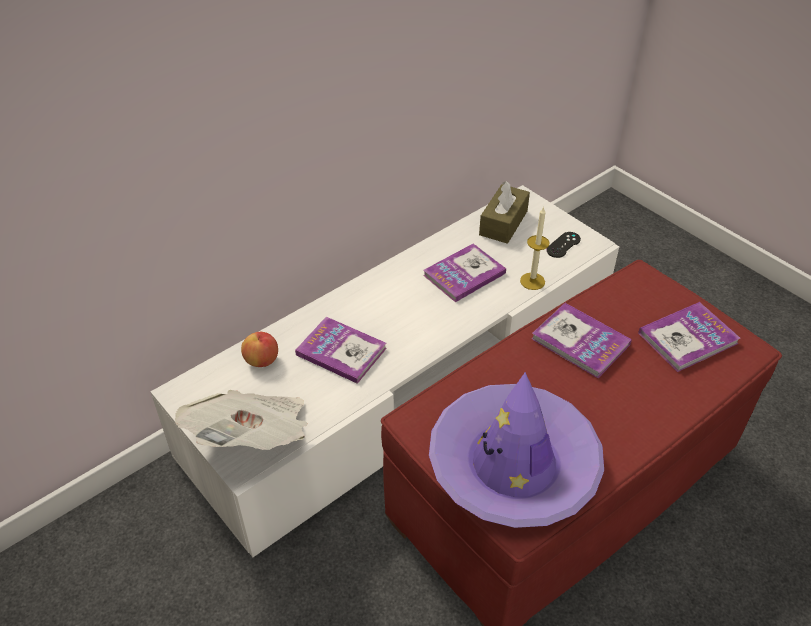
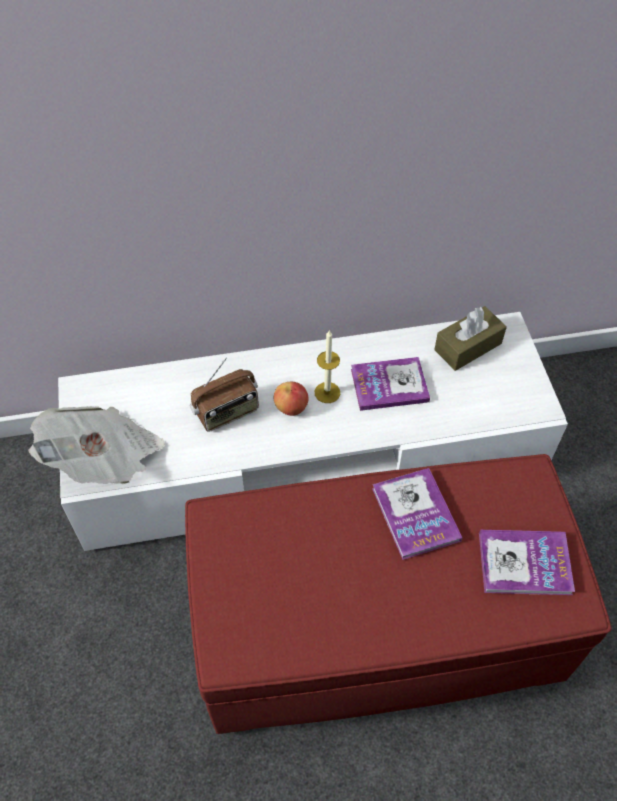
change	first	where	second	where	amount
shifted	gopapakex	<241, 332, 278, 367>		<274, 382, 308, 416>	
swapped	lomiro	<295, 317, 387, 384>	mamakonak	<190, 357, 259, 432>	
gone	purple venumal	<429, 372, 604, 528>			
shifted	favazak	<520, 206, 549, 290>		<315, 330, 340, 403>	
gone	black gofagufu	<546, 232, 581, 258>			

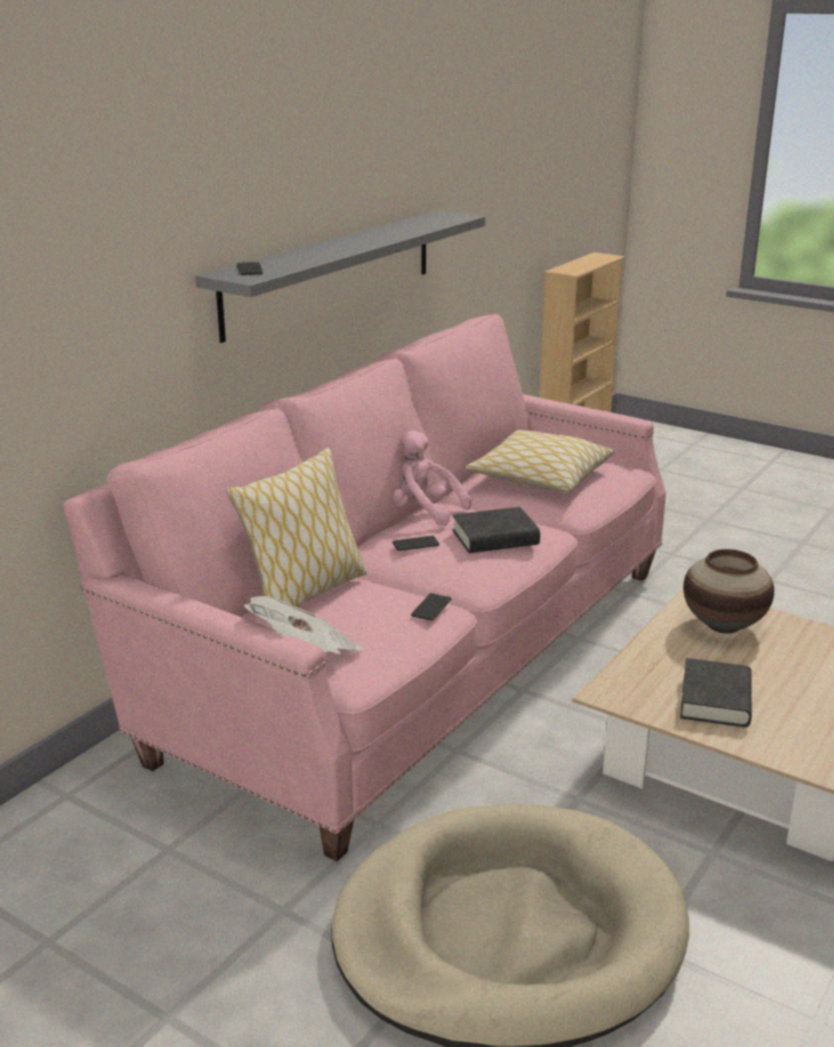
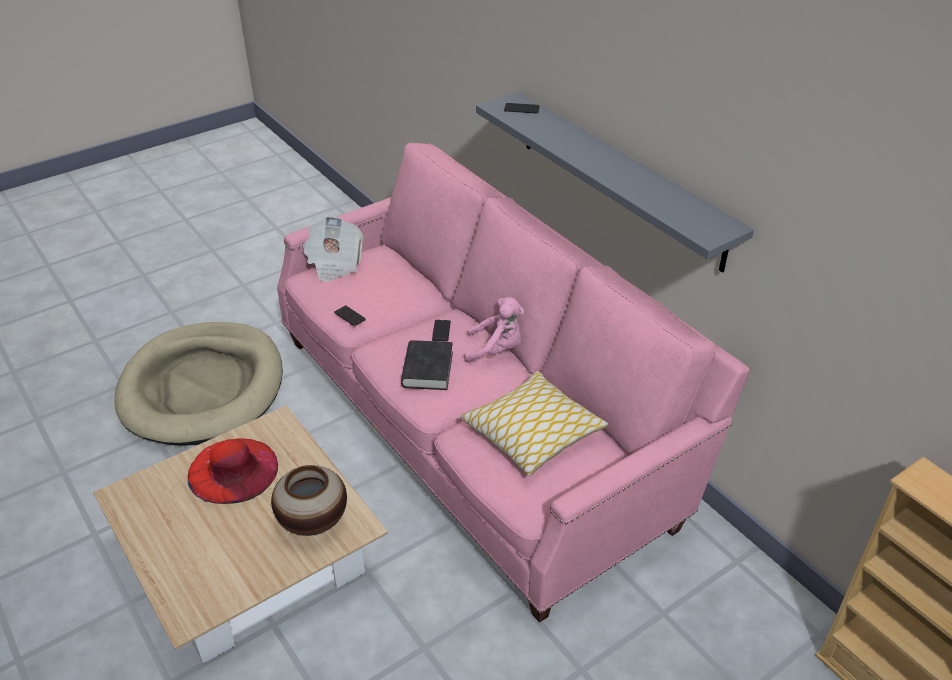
change	first	where	second	where	amount
gone	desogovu	<226, 447, 367, 608>			
rotated	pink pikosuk	<393, 431, 472, 526>		<464, 297, 524, 363>	45 degrees clockwise
swapped	black lomiro	<680, 658, 752, 727>	red venumal	<188, 438, 278, 504>	

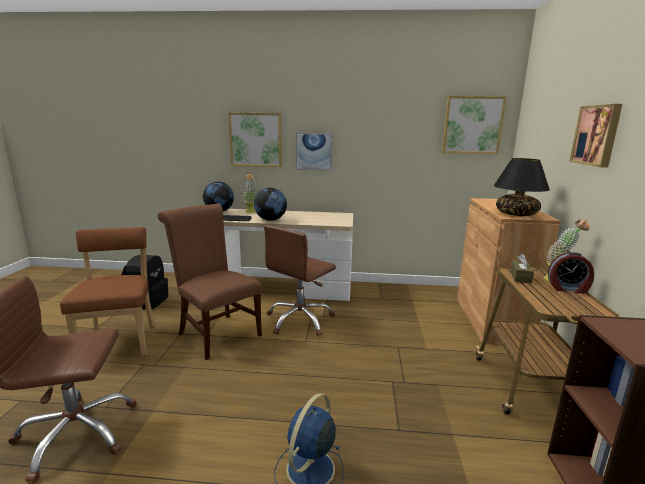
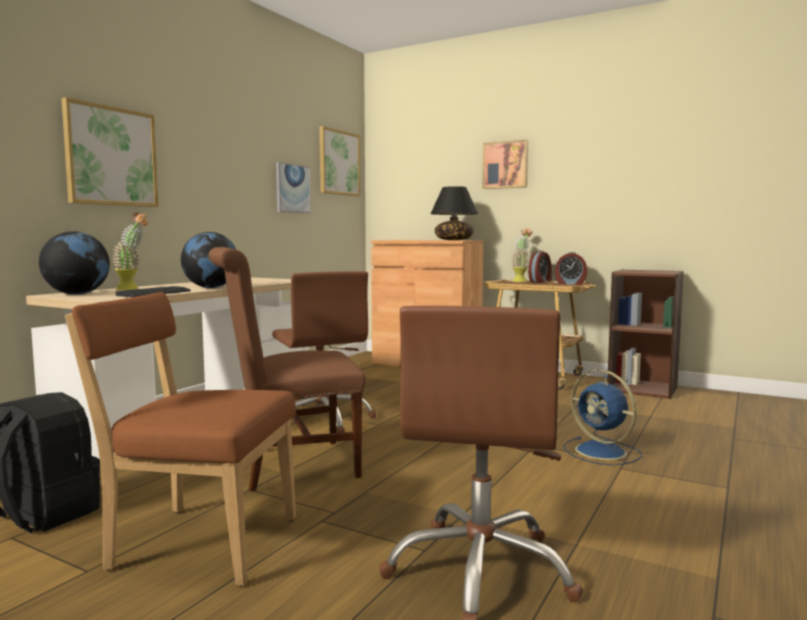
change	first	where	second	where	amount
shifted	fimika	<296, 133, 332, 170>		<276, 162, 310, 213>	
gone	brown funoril	<510, 254, 534, 284>			
new			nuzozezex	<555, 252, 587, 285>	

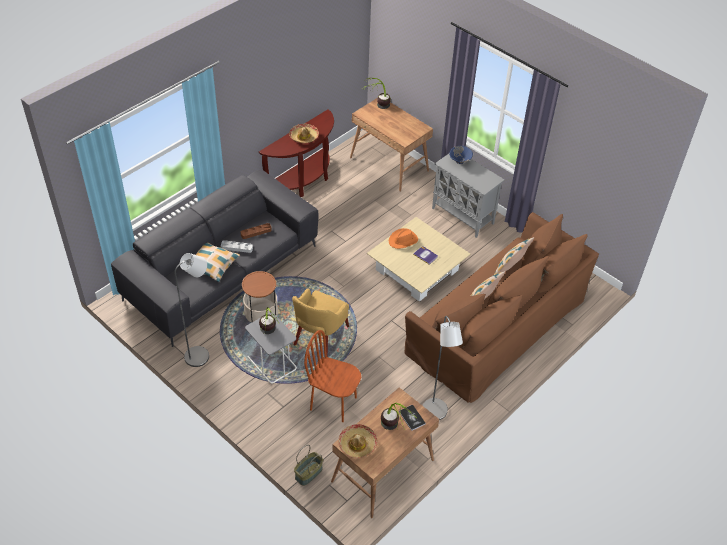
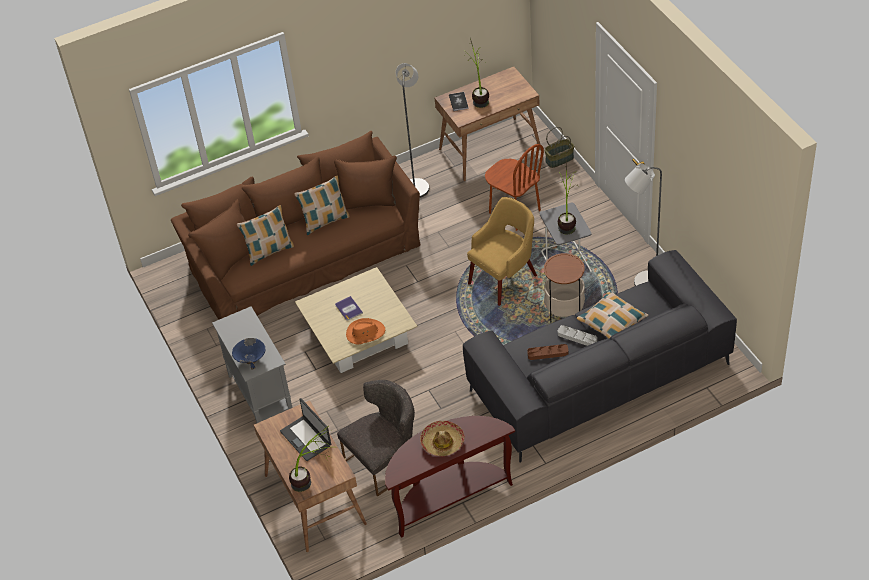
change	first	where	second	where	amount
gone	venumal	<338, 424, 378, 458>			
new			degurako	<280, 398, 331, 461>	
new			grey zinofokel	<337, 380, 415, 496>	

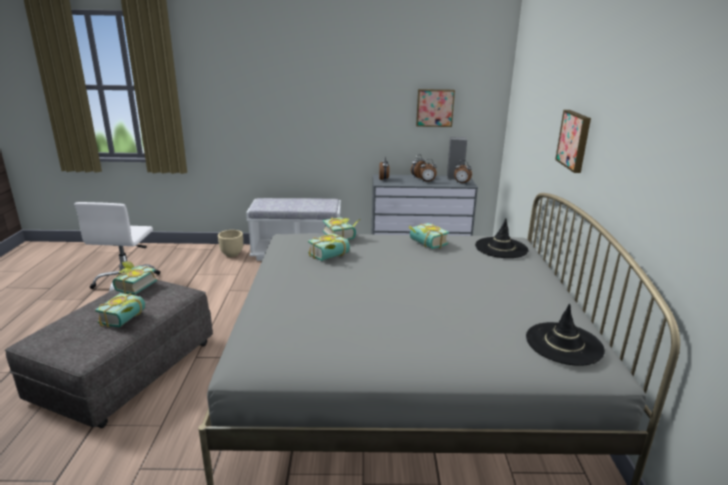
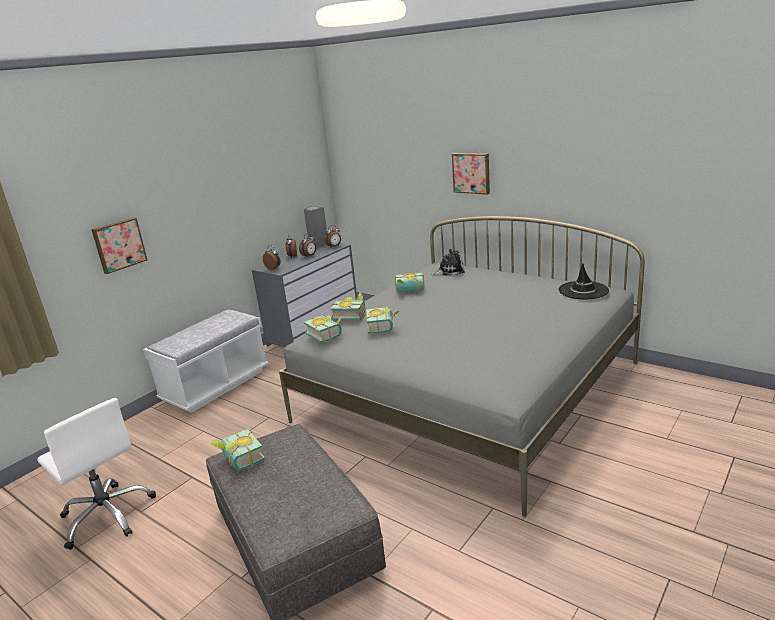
change	first	where	second	where	amount
shifted	lomiro	<95, 293, 145, 327>		<304, 314, 343, 343>	
gone	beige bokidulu	<218, 230, 243, 257>			
shifted	fimika	<416, 89, 455, 127>		<91, 217, 148, 274>	
swapped	black venumal	<475, 219, 528, 258>	pikosuk	<431, 249, 465, 276>	

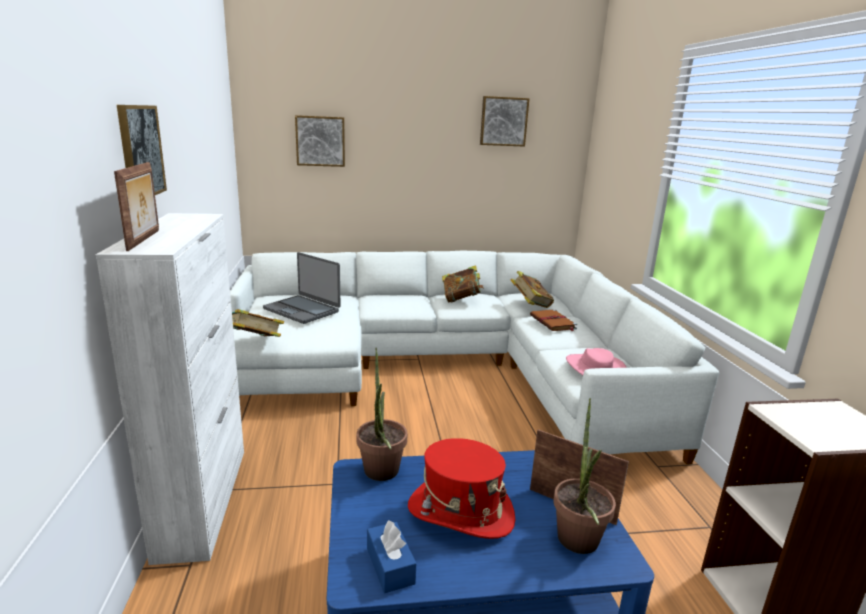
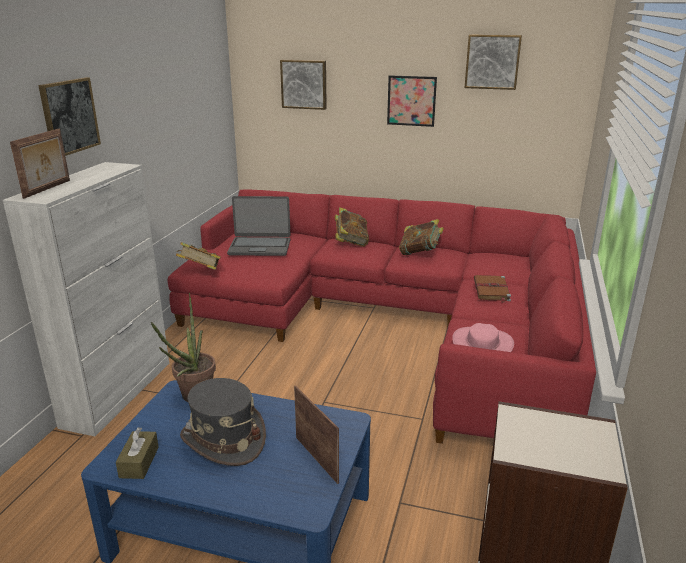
change	first	where	second	where	amount
repainted	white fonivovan	<230, 251, 719, 464>	red fonivovan	<167, 189, 596, 444>	
rotated	degurako	<263, 252, 340, 324>		<227, 196, 290, 256>	60 degrees counterclockwise
repainted	blue funoril	<367, 520, 416, 593>	brown funoril	<116, 427, 159, 479>	
repainted	red venumal	<408, 438, 515, 539>	grey venumal	<180, 378, 266, 466>	
shifted	lomiro	<511, 271, 554, 308>		<335, 207, 369, 247>	
gone	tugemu	<553, 398, 616, 554>			
new			fimika	<387, 75, 437, 127>	

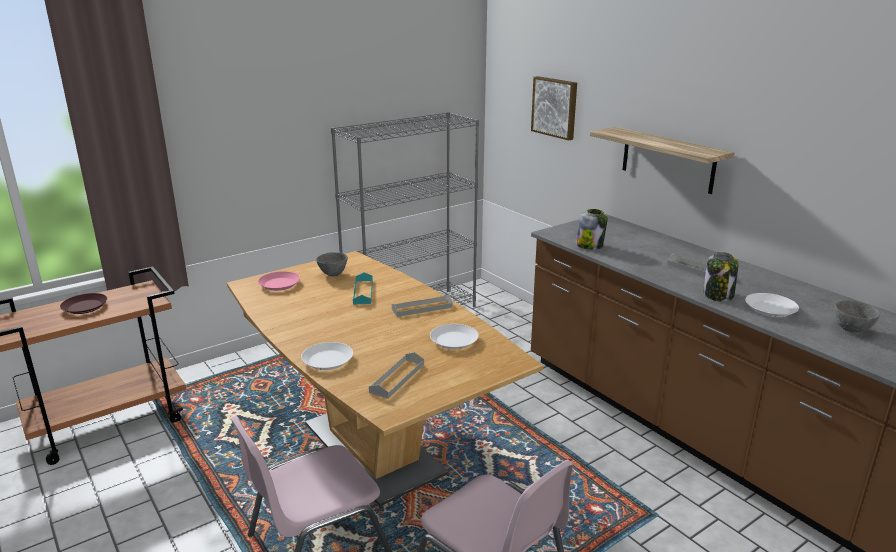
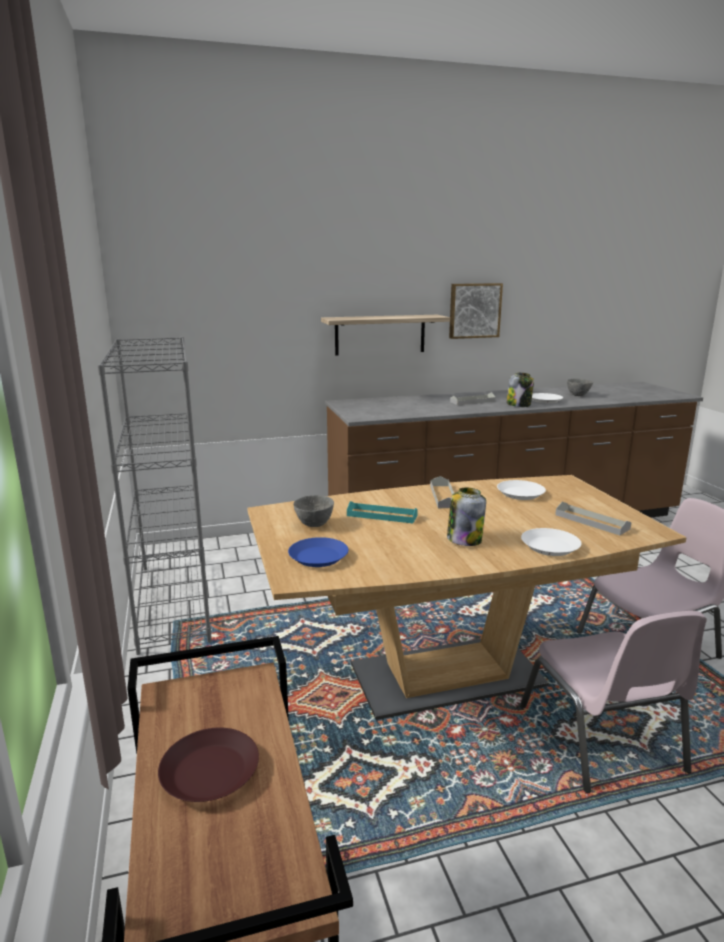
change	first	where	second	where	amount
repainted	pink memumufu	<258, 271, 300, 291>	blue memumufu	<288, 537, 348, 567>	
shifted	fimika	<531, 76, 577, 140>		<449, 283, 503, 339>	
shifted	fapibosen	<575, 209, 608, 250>		<447, 487, 486, 546>	

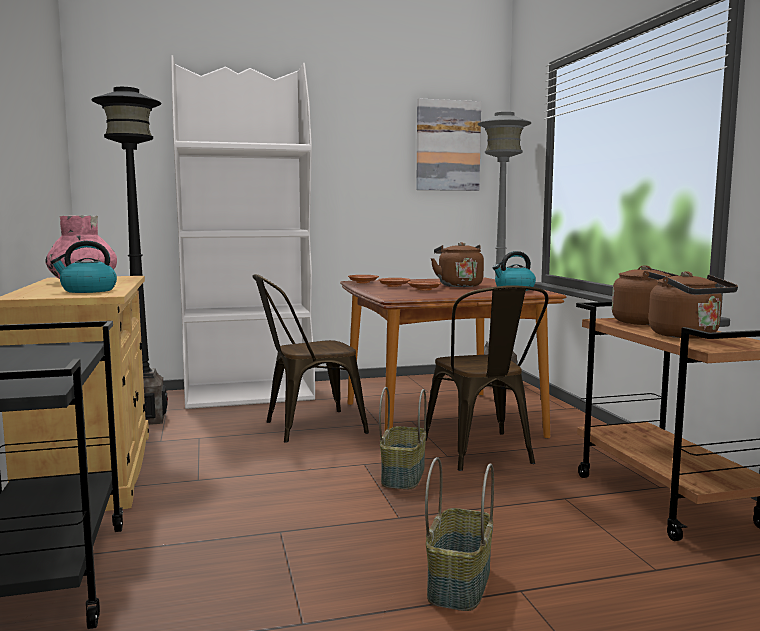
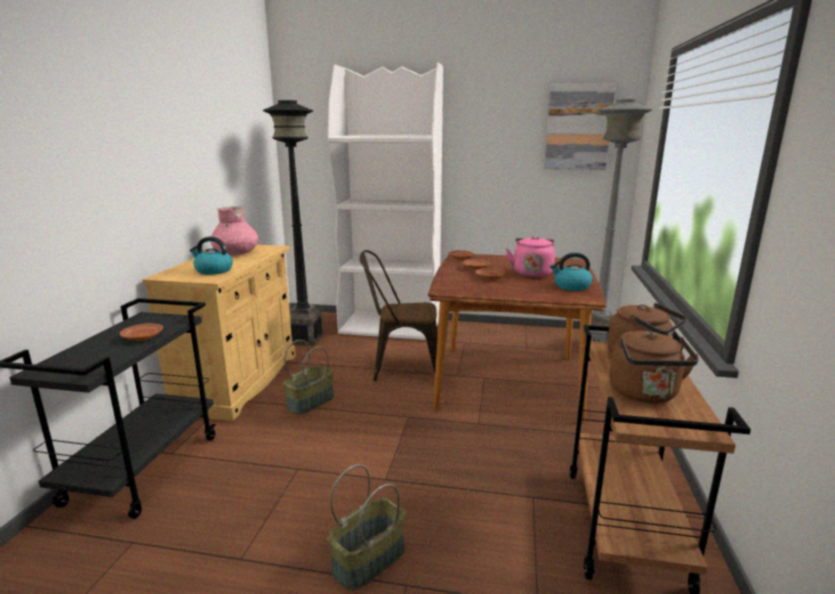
change	first	where	second	where	amount
shifted	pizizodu	<379, 387, 426, 489>		<283, 340, 334, 415>	
gone	brown zinofokel	<426, 285, 549, 471>			
repainted	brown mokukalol	<431, 242, 484, 287>	pink mokukalol	<506, 236, 555, 277>	
new			brown memumufu	<120, 323, 163, 341>	

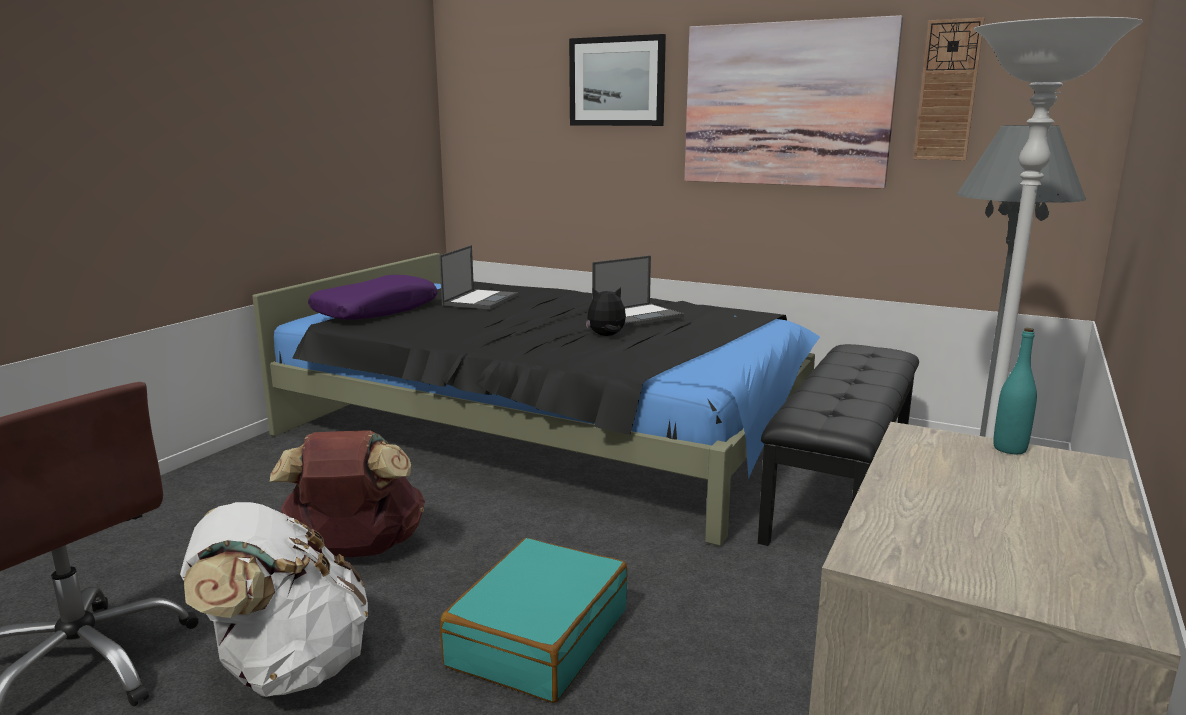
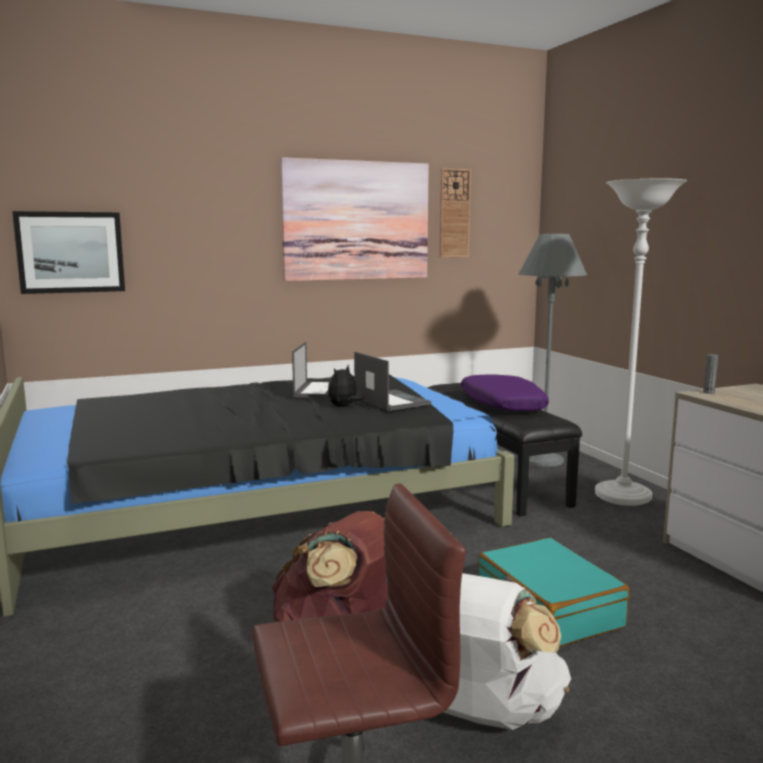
change	first	where	second	where	amount
shifted	purple desogovu	<308, 275, 438, 320>		<461, 375, 549, 411>	
shifted	degurako	<439, 245, 518, 310>		<354, 352, 431, 411>	
shifted	fimika	<569, 34, 666, 126>		<12, 211, 125, 294>	
gone	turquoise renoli	<993, 328, 1037, 454>			
new			grey renoli	<703, 354, 718, 394>	

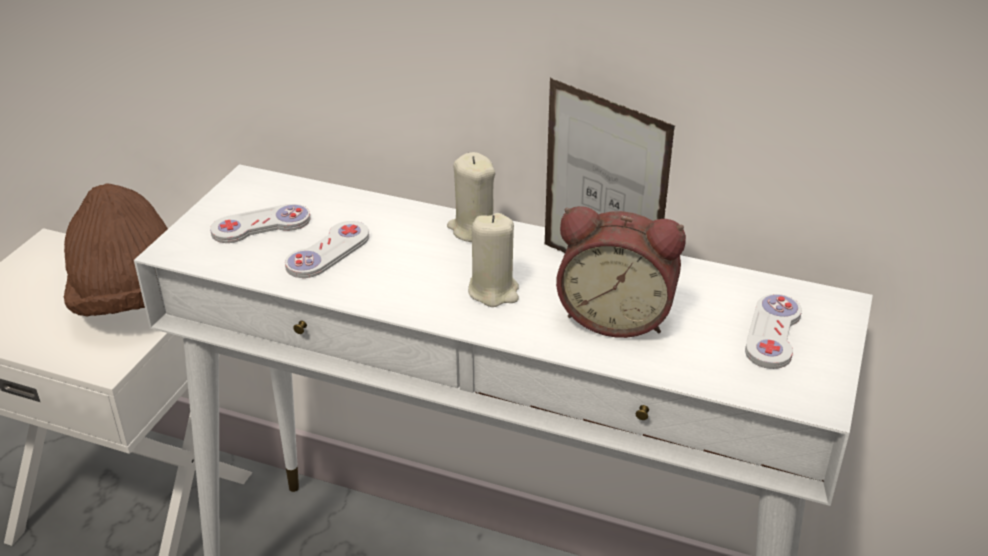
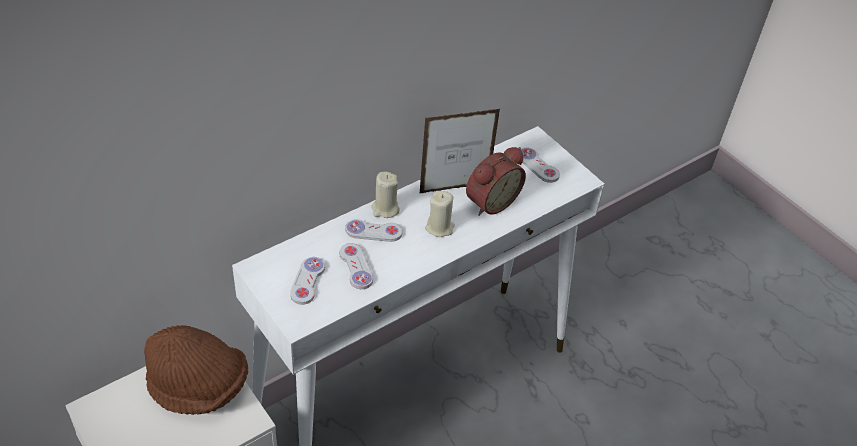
change	first	where	second	where	amount
new			white gofagufu	<345, 219, 403, 242>	

